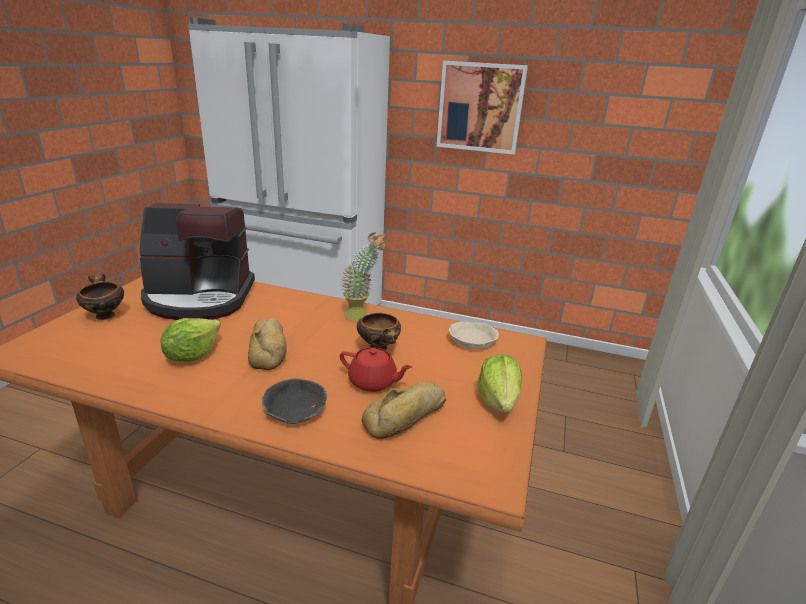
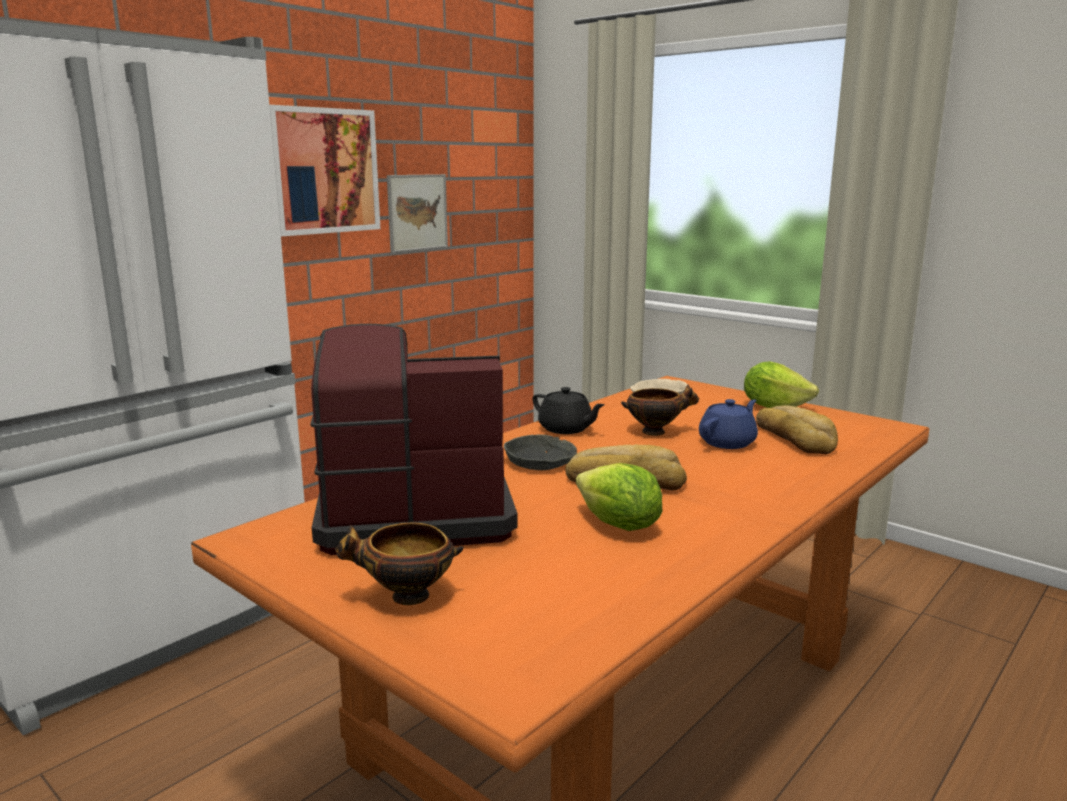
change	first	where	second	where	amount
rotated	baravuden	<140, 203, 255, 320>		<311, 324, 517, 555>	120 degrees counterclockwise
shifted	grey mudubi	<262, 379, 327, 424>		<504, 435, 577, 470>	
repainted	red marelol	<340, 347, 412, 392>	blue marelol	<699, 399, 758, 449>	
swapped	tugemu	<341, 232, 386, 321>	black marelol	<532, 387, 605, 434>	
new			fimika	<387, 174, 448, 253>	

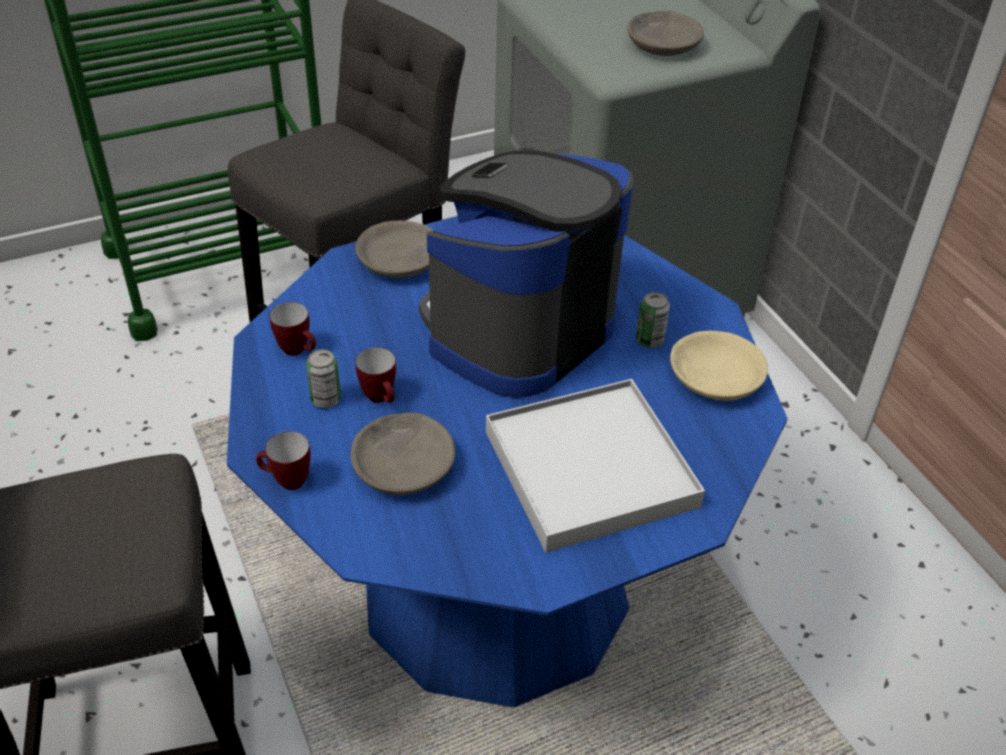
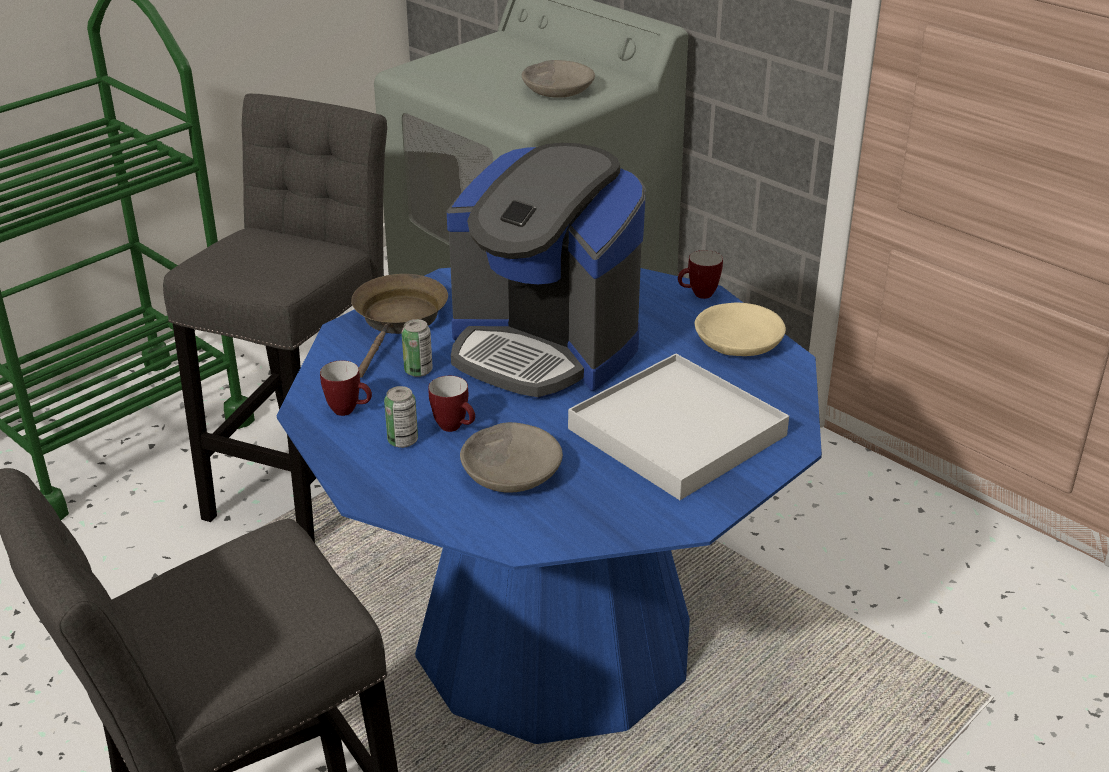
change	first	where	second	where	amount
shifted	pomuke	<256, 431, 311, 490>		<678, 250, 723, 299>	
swapped	grey mudubi	<355, 221, 433, 278>	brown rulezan	<352, 274, 448, 378>	
rotated	baravuden	<419, 151, 633, 398>		<447, 143, 646, 398>	75 degrees counterclockwise
shifted	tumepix	<636, 292, 670, 348>		<402, 319, 433, 377>	

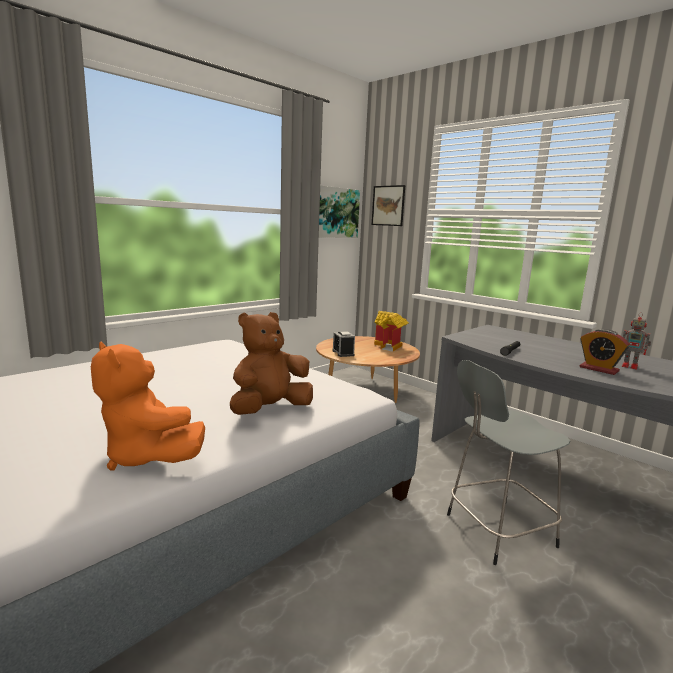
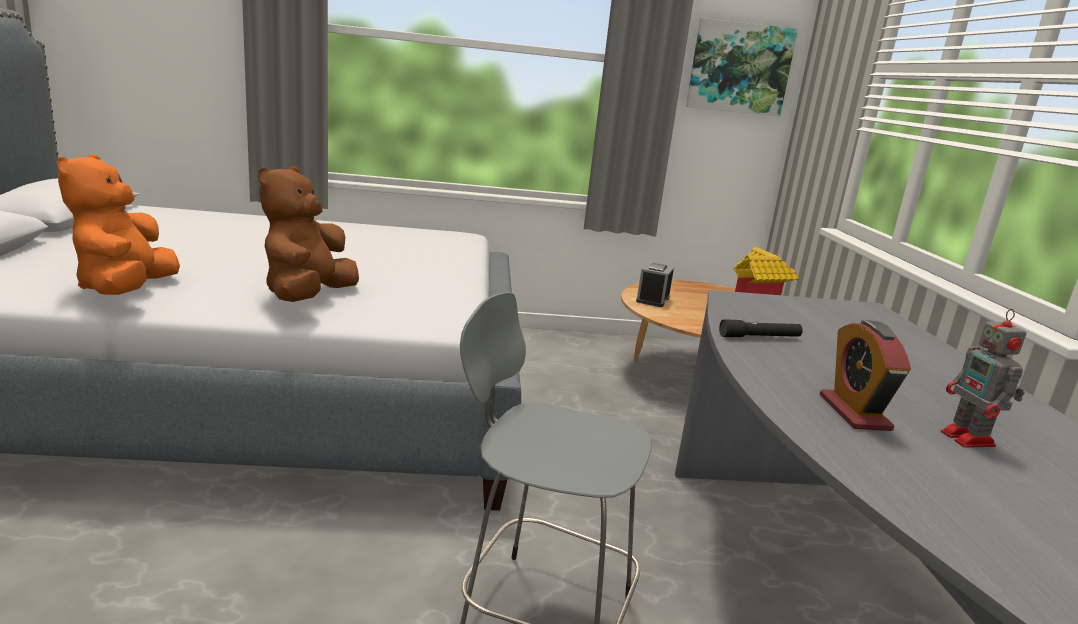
change	first	where	second	where	amount
rotated	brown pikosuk	<230, 312, 313, 415>		<258, 166, 359, 302>	75 degrees counterclockwise
gone	fimika	<372, 185, 405, 226>			

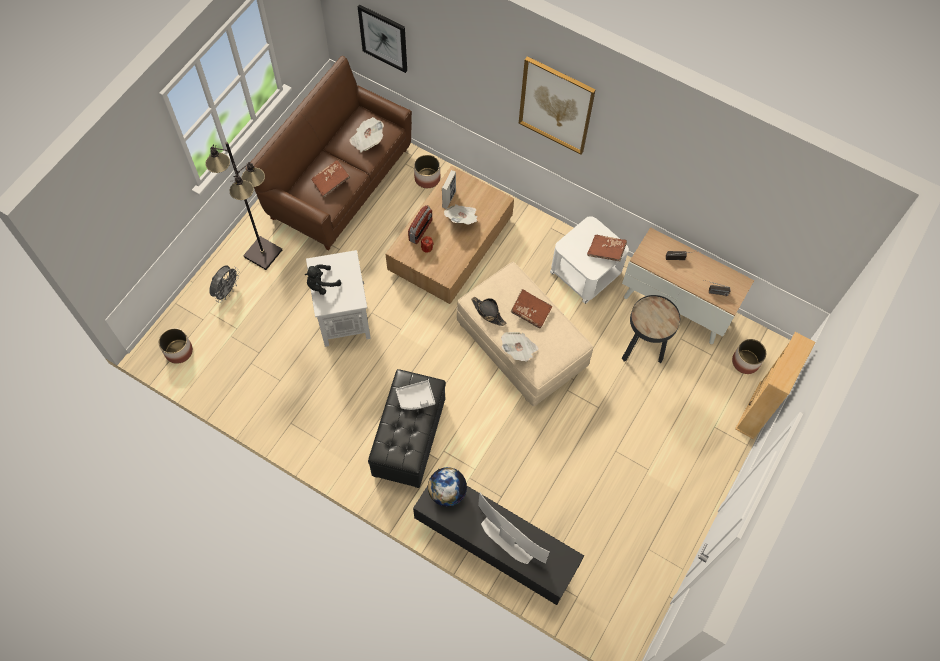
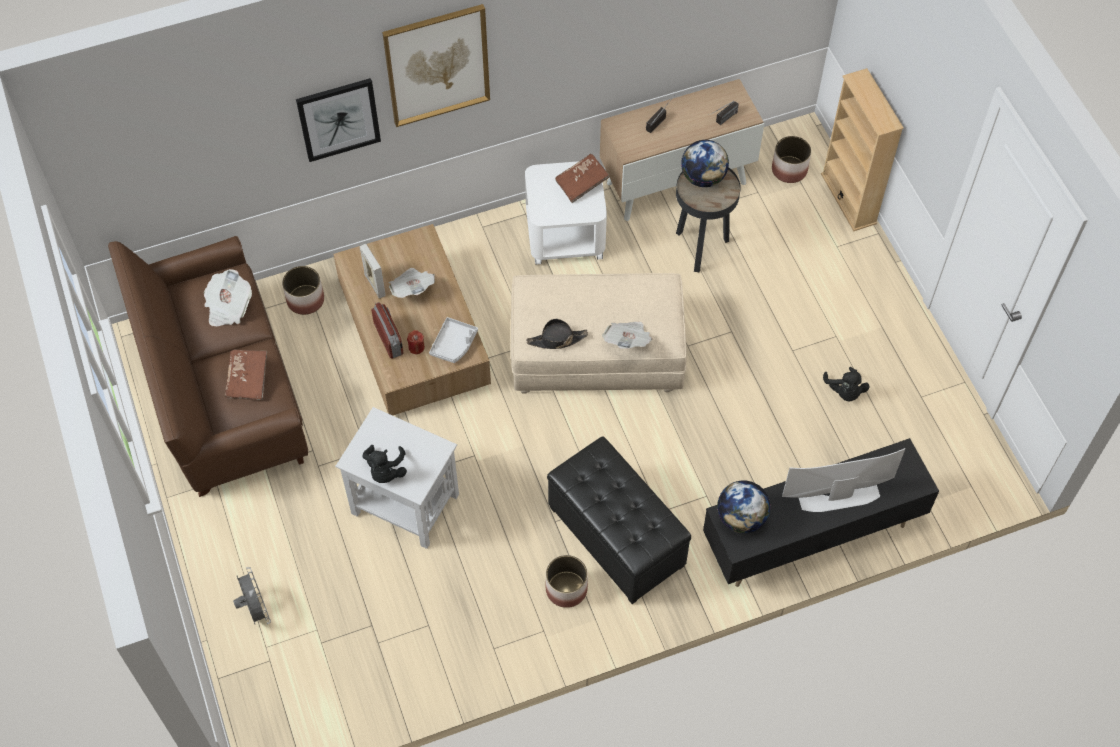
change	first	where	second	where	amount
shifted	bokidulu	<158, 328, 193, 364>		<546, 555, 588, 608>	
gone	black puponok	<205, 142, 282, 270>			
shifted	fimika	<358, 4, 407, 73>		<296, 78, 381, 162>	
shifted	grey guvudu	<396, 380, 435, 410>		<429, 317, 478, 363>	
gone	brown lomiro	<511, 289, 552, 329>			
new			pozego	<681, 140, 729, 187>	
new			black pikosuk	<823, 367, 870, 402>	

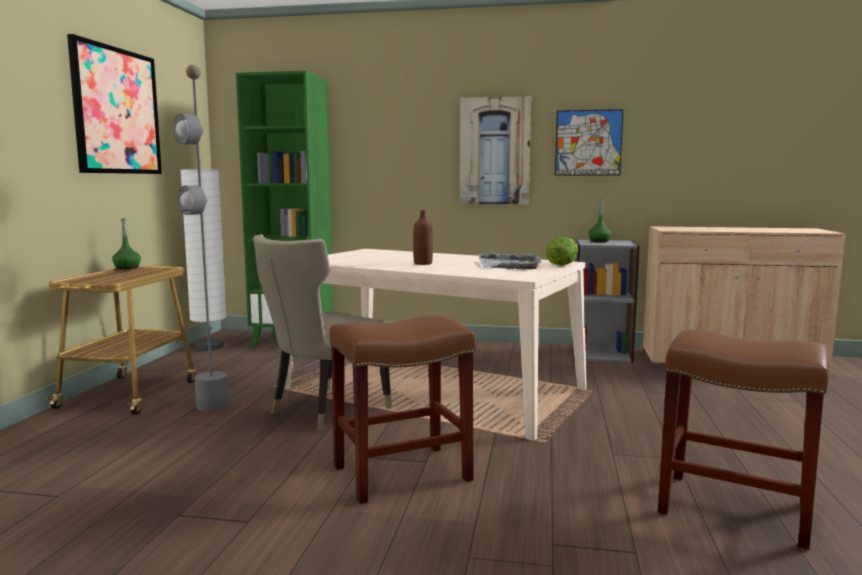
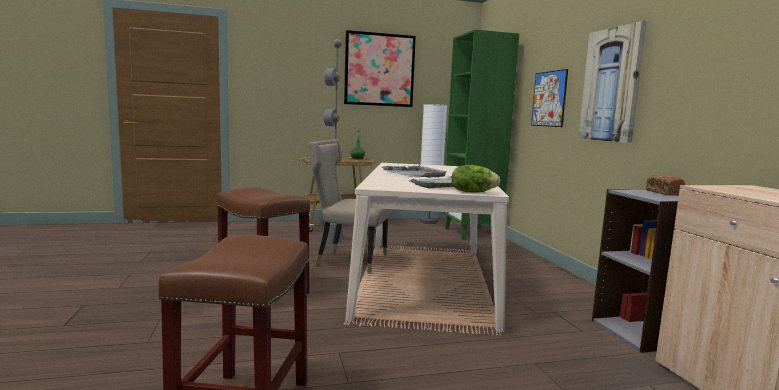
change	first	where	second	where	amount
swapped	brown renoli	<413, 210, 433, 265>	grey guvudu	<381, 165, 447, 178>	
shifted	fimika	<555, 109, 623, 176>		<531, 69, 568, 127>	
swapped	green renoli	<588, 198, 611, 242>	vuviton	<646, 175, 685, 196>	

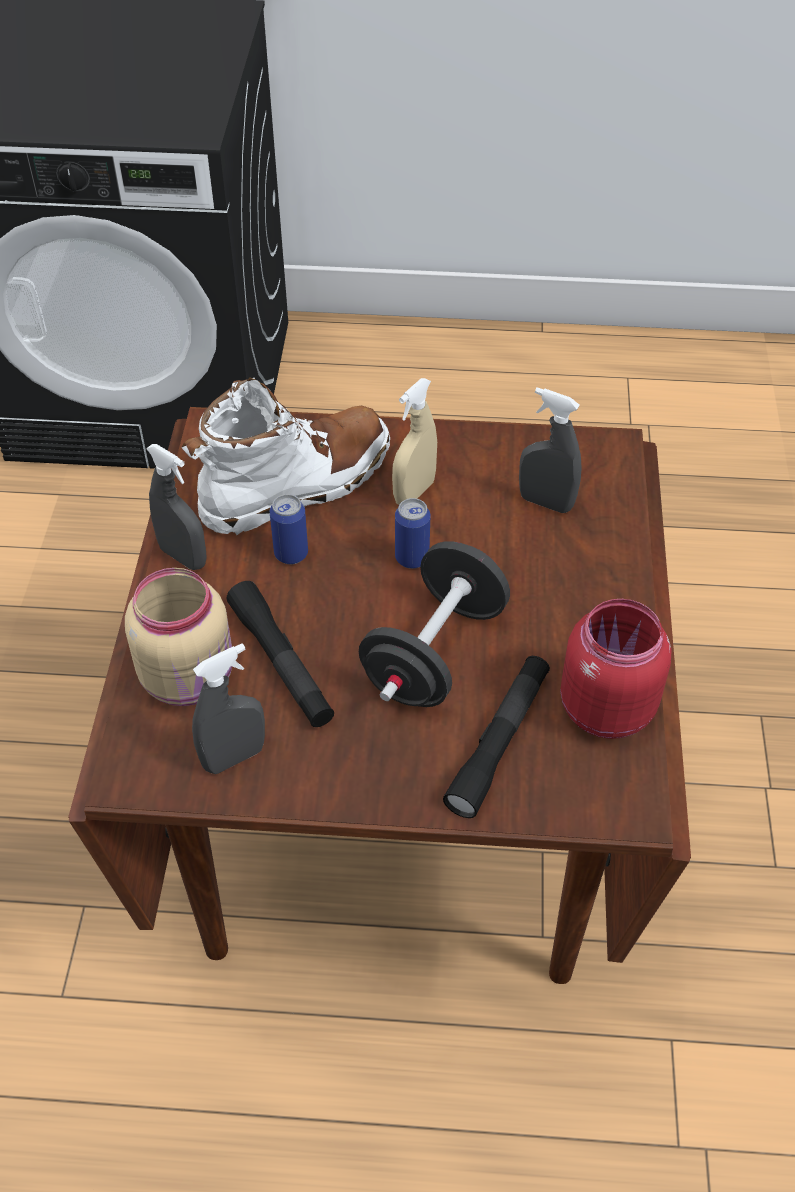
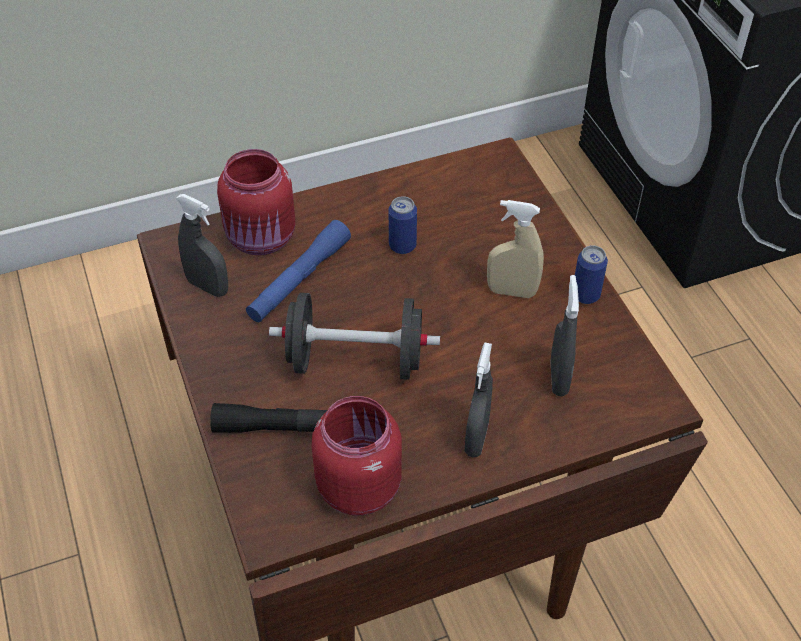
change	first	where	second	where	amount
repainted	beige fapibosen	<125, 568, 232, 706>	red fapibosen	<217, 149, 295, 255>	
shifted	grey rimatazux	<146, 444, 206, 570>		<465, 342, 493, 457>	
gone	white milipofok	<181, 377, 390, 535>			
repainted	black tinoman	<227, 581, 334, 727>	blue tinoman	<246, 220, 351, 322>	
shifted	tumepix	<395, 498, 430, 569>		<575, 245, 608, 304>	

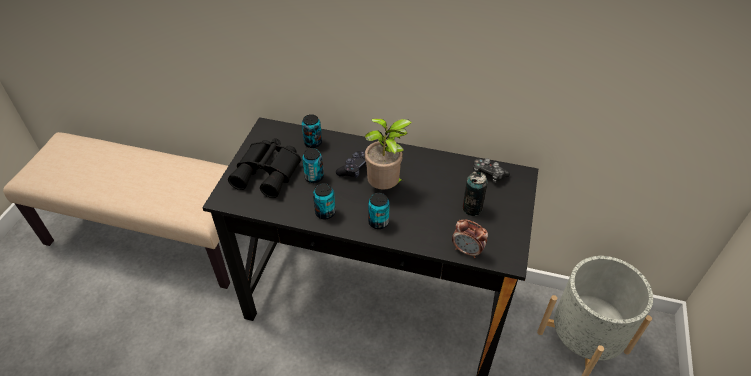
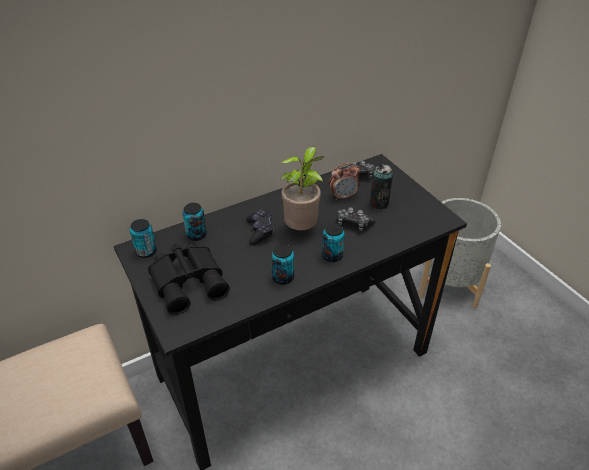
change	first	where	second	where	amount
shifted	tumepix	<302, 148, 324, 183>		<130, 219, 157, 258>	
shifted	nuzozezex	<452, 219, 488, 258>		<329, 163, 360, 200>	
new			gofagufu	<337, 207, 375, 231>	

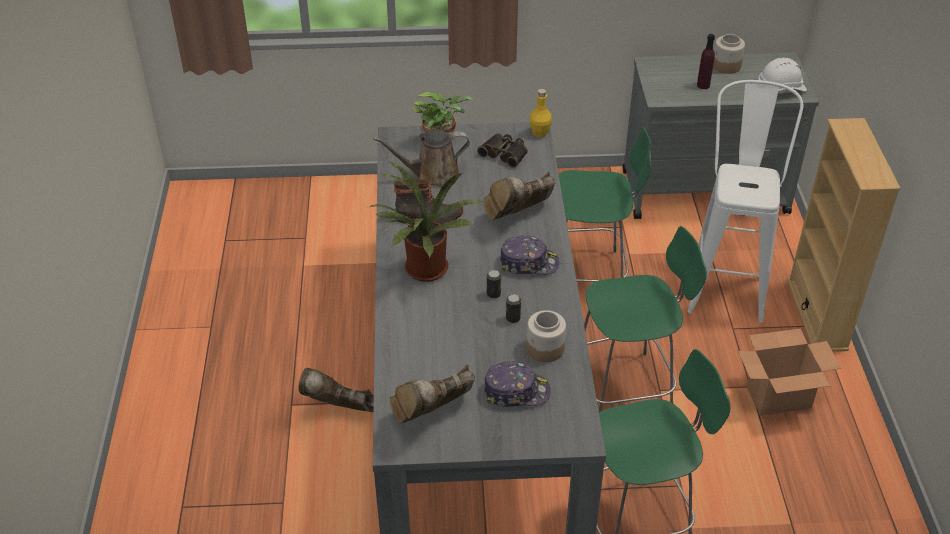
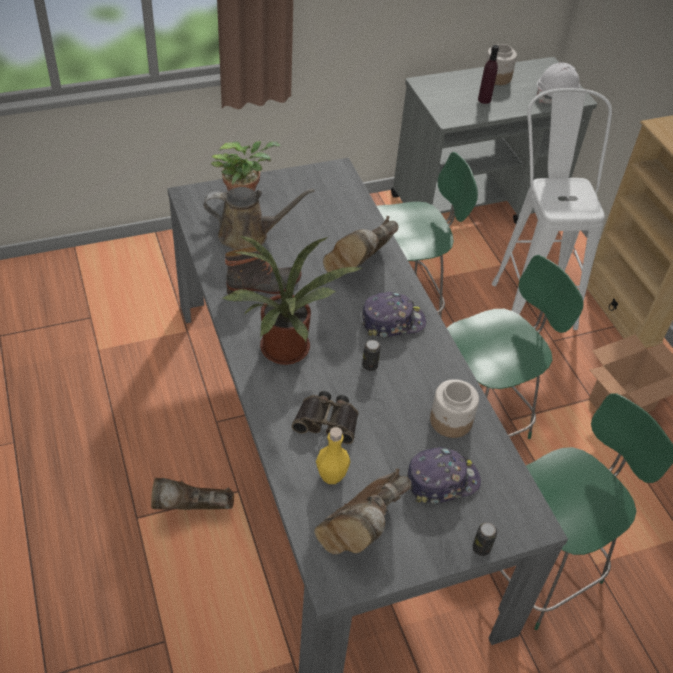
change	first	where	second	where	amount
rotated	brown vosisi	<373, 129, 470, 187>		<203, 187, 315, 250>	150 degrees counterclockwise
shifted	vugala	<477, 133, 528, 168>		<292, 391, 358, 444>	
shifted	tumepix	<506, 294, 521, 323>		<472, 522, 497, 556>	
shifted	yellow renoli	<529, 89, 552, 138>		<316, 427, 350, 484>	

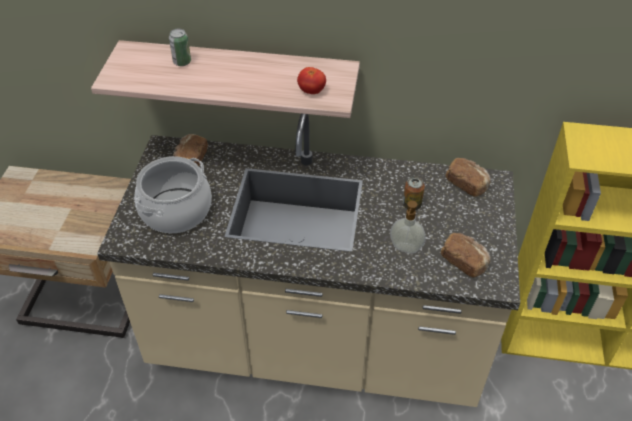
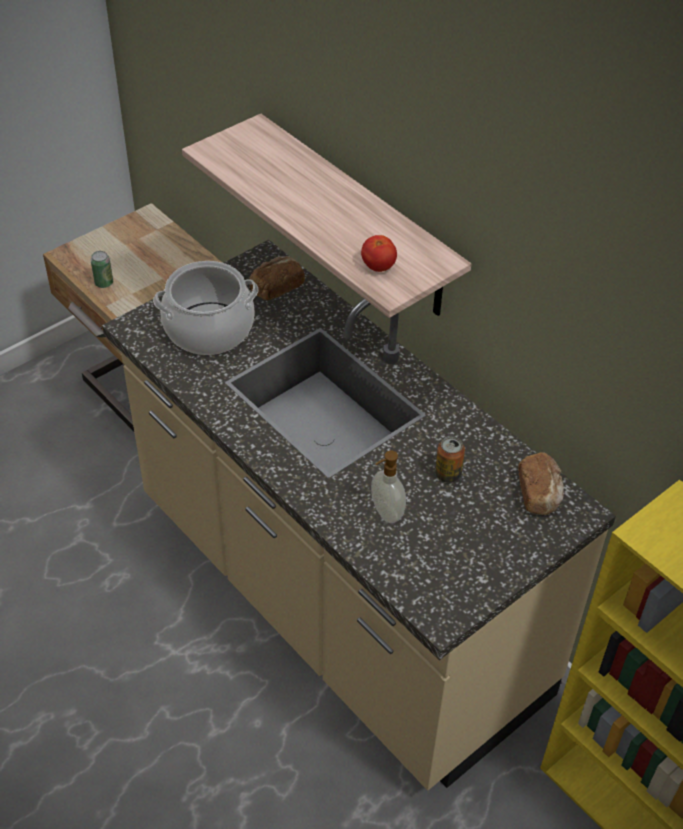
change	first	where	second	where	amount
shifted	tumepix	<169, 29, 191, 66>		<90, 251, 113, 288>	
gone	vuviton	<441, 233, 490, 277>			

